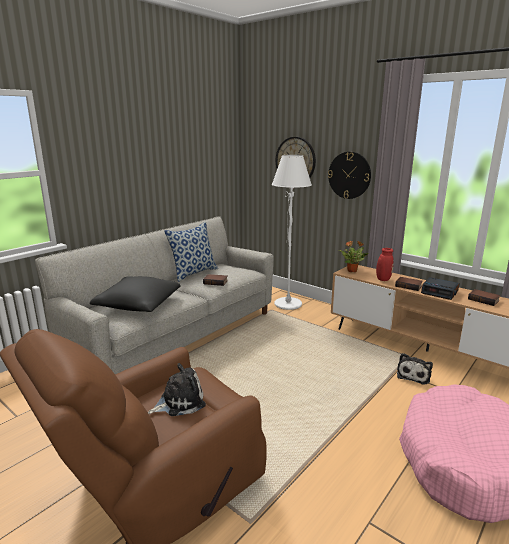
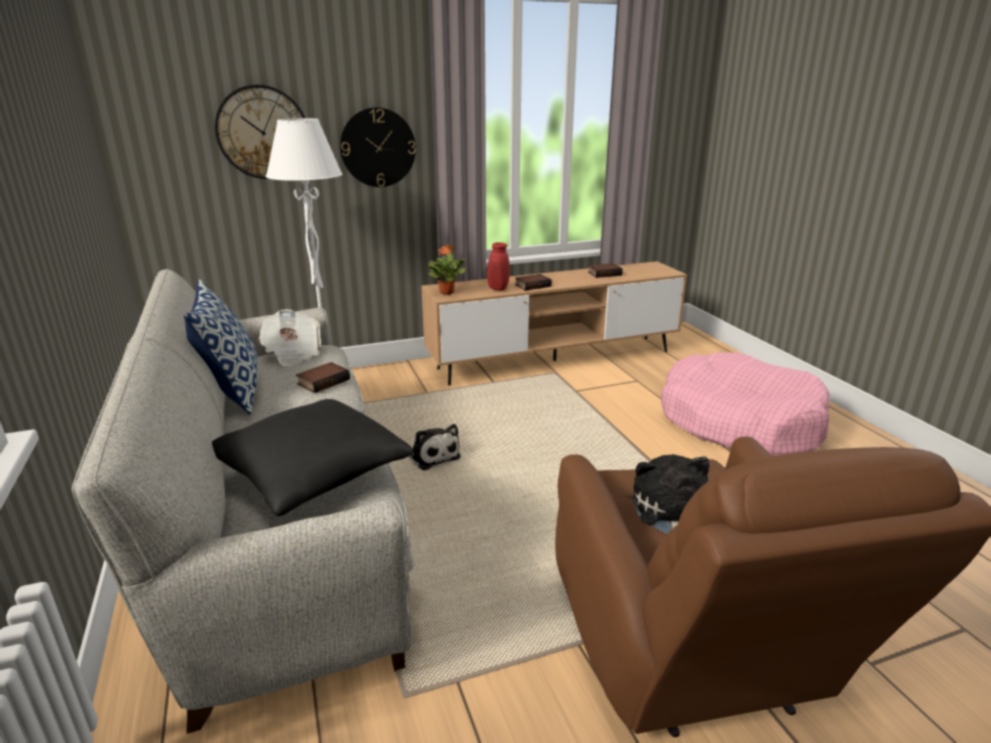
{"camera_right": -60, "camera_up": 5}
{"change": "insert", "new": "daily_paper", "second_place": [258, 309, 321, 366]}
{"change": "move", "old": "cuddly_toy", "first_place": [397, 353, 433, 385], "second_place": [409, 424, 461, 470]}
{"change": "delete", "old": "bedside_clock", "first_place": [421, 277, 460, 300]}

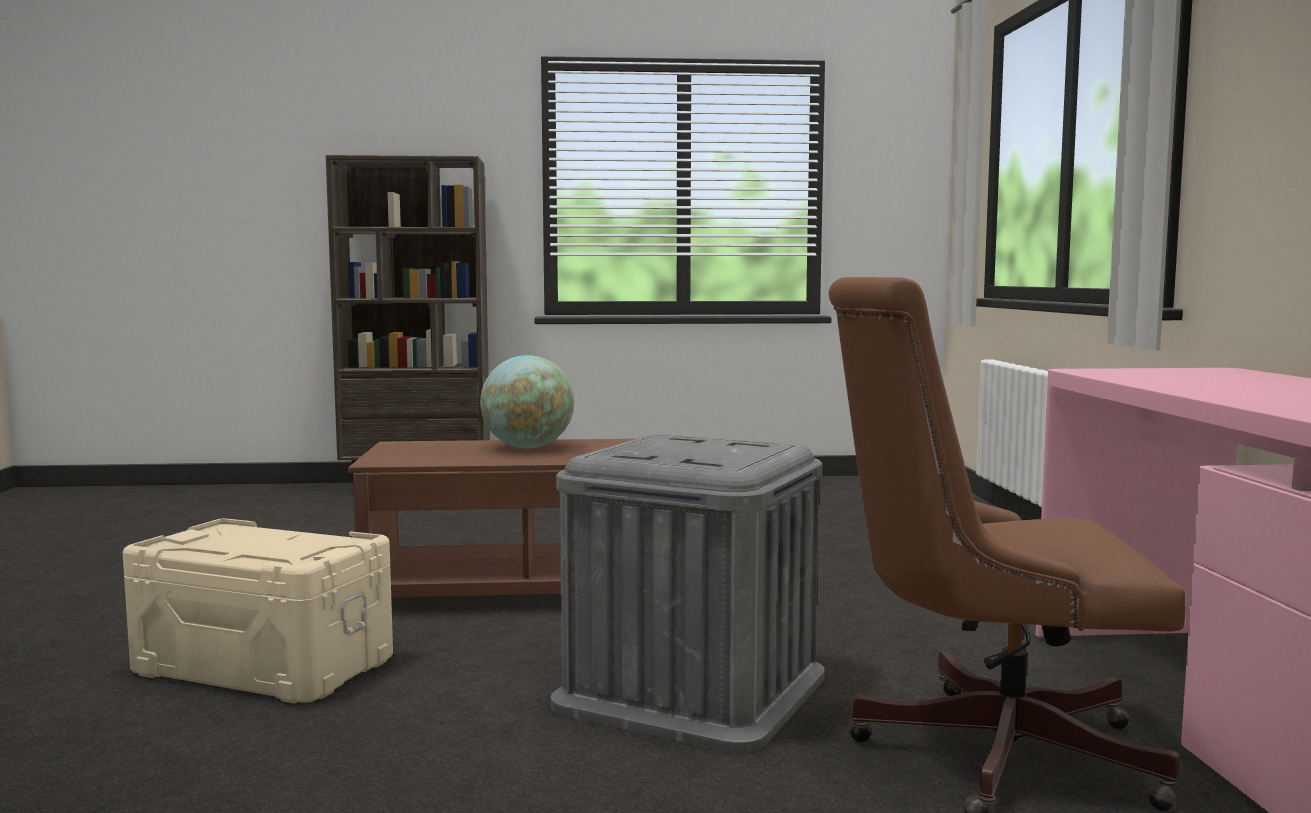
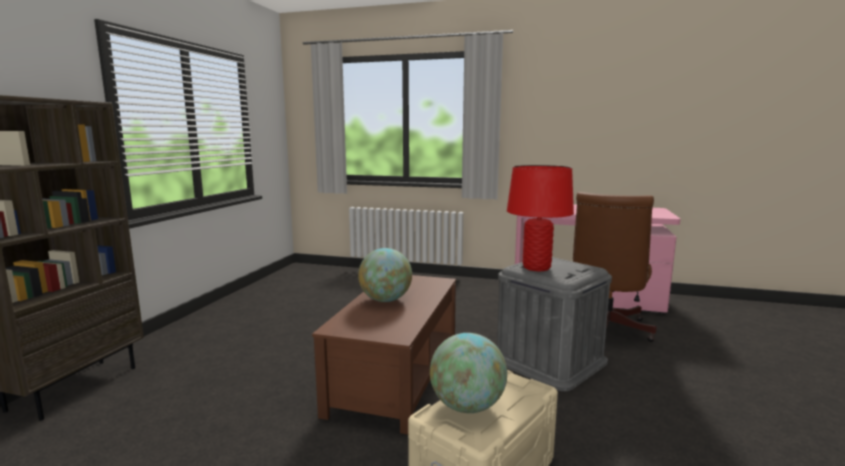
{"camera_right": -70, "camera_up": 5}
{"change": "insert", "new": "world_globe", "second_place": [430, 333, 507, 413]}
{"change": "insert", "new": "red-coloured_tabletop_lamp", "second_place": [507, 165, 574, 271]}

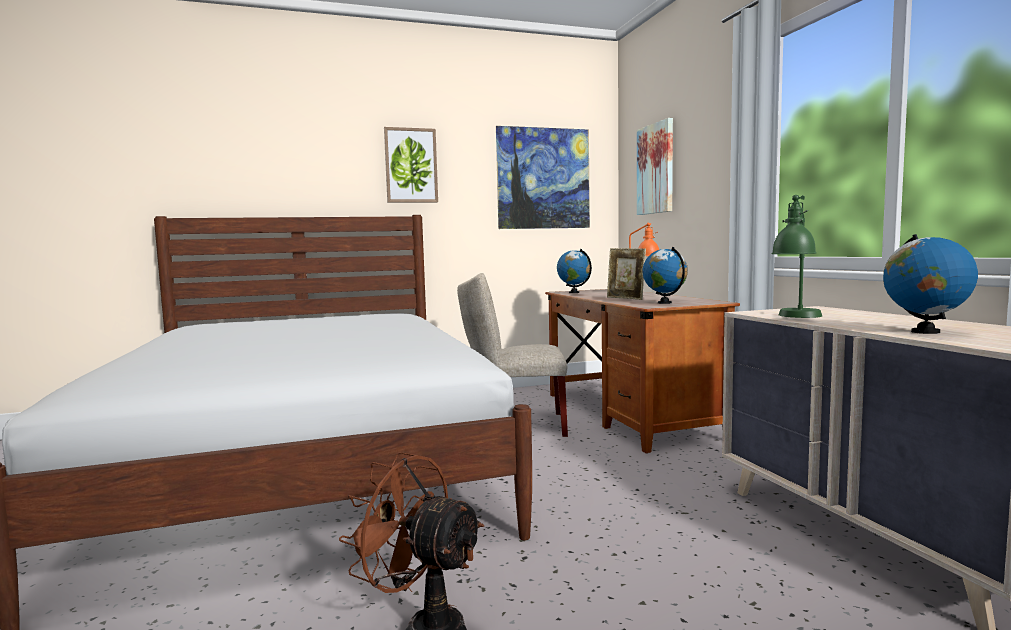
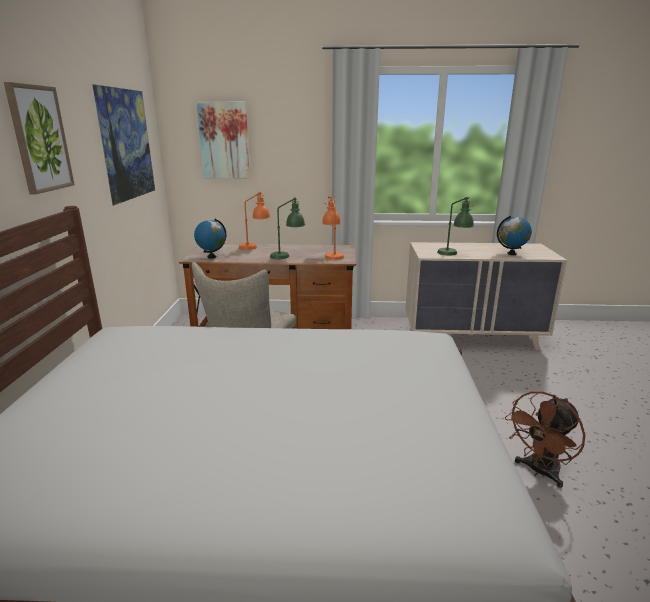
{"camera_right": -70, "camera_up": 15}
{"change": "replace", "old": "photo_frame", "new": "greenish_tabletop_lamp", "first_place": [607, 248, 646, 300], "second_place": [270, 197, 305, 259]}
{"change": "replace", "old": "world_globe", "new": "orange_tabletop_lamp", "first_place": [643, 247, 688, 304], "second_place": [322, 196, 344, 260]}

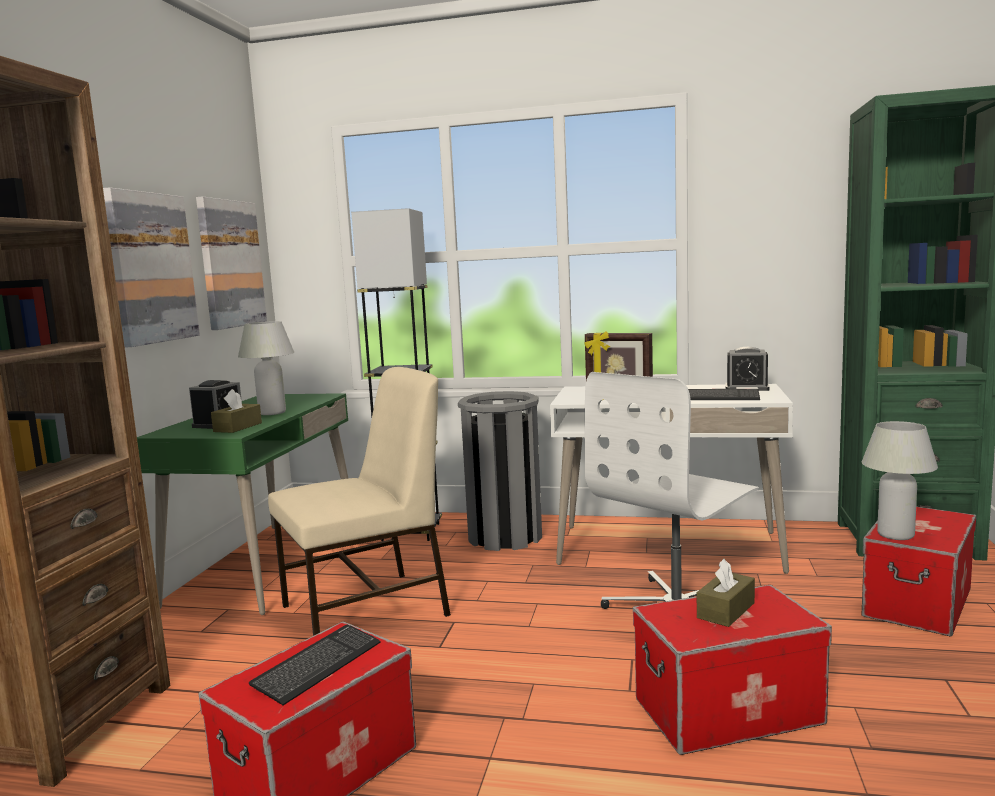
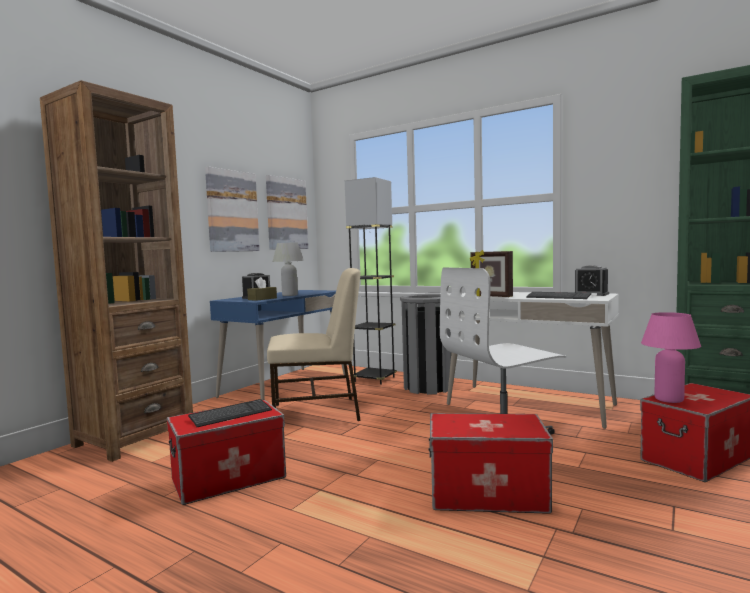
{"camera_right": 20, "camera_up": -5}
{"change": "recolor", "old": "greenish_desk_table", "new": "bluish_desk_table", "first_place": [137, 393, 348, 615], "second_place": [210, 290, 345, 400]}
{"change": "recolor", "old": "white_tabletop_lamp", "new": "pinkish_tabletop_lamp", "first_place": [862, 421, 938, 540], "second_place": [641, 312, 701, 403]}
{"change": "delete", "old": "brown-coloured_tissue_box", "first_place": [697, 559, 755, 627]}

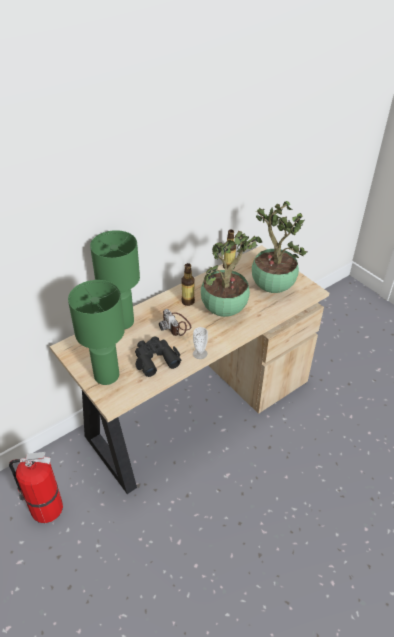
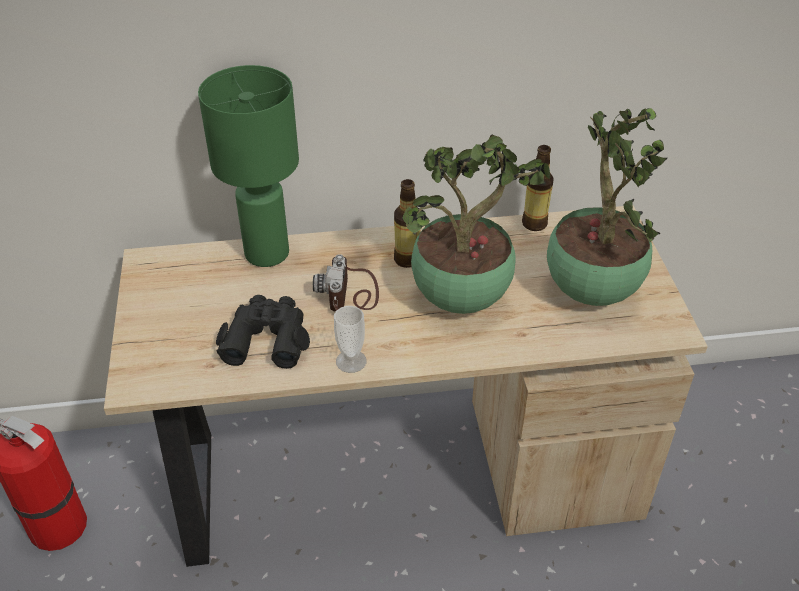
{"camera_right": 30, "camera_up": 0}
{"change": "delete", "old": "greenish_tabletop_lamp", "first_place": [68, 280, 125, 385]}

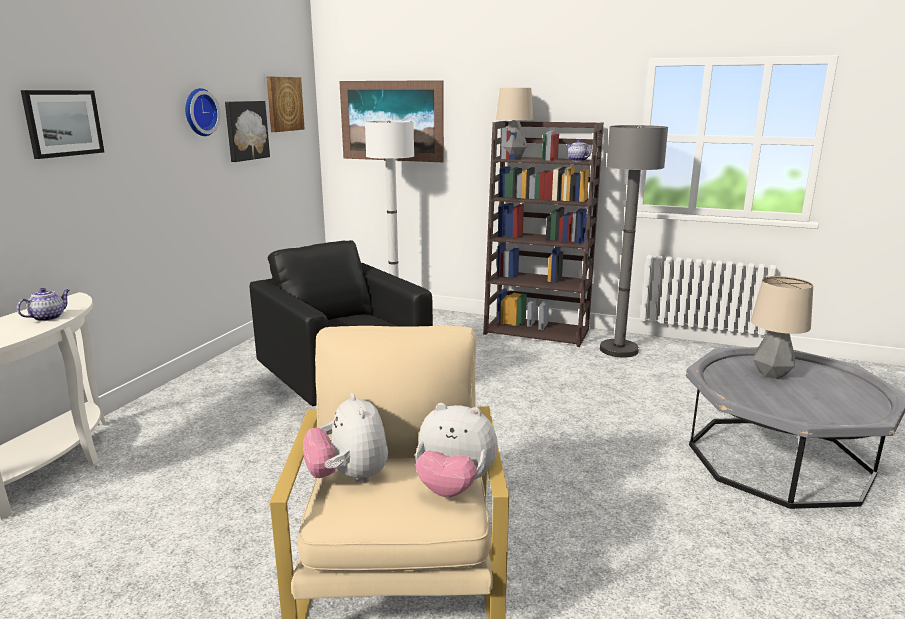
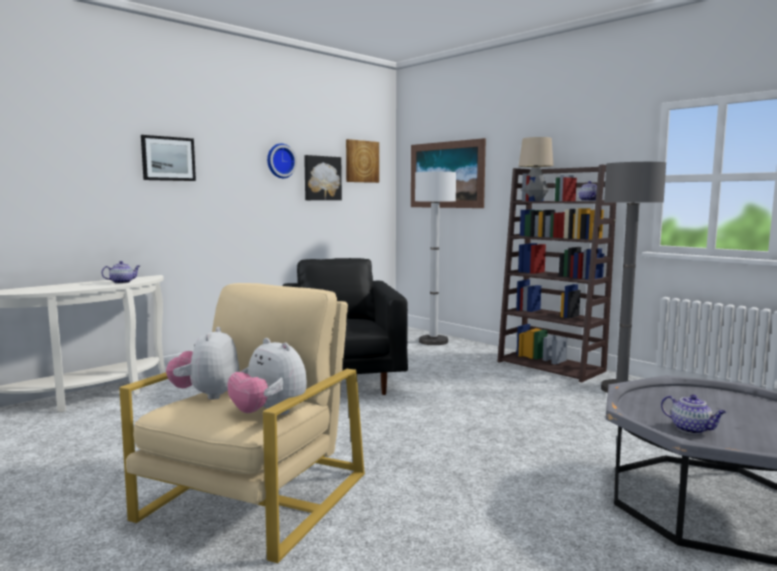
{"camera_right": 25, "camera_up": -10}
{"change": "insert", "new": "tea_pot", "second_place": [661, 394, 727, 434]}
{"change": "delete", "old": "tabletop_lamp", "first_place": [751, 276, 813, 379]}

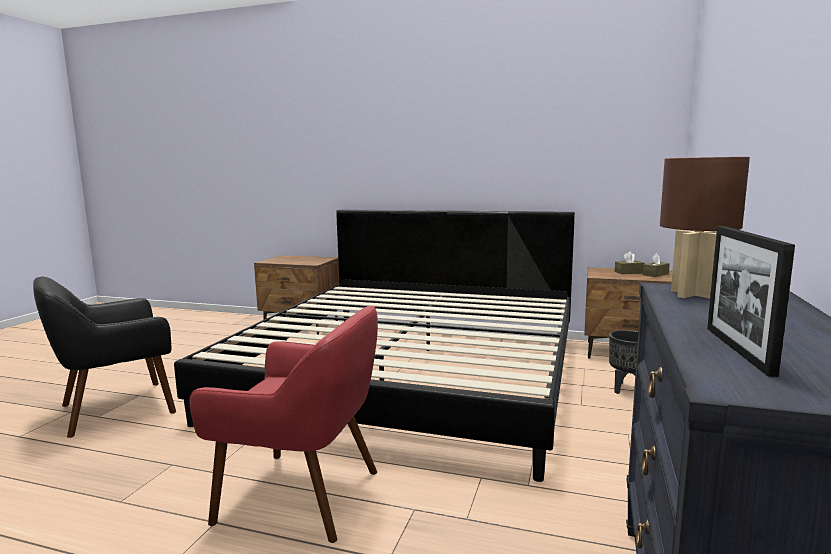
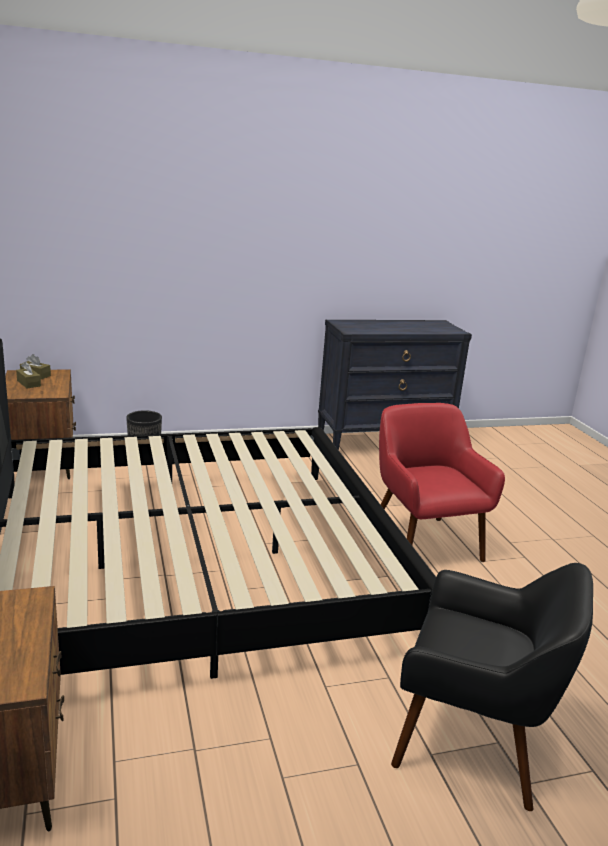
{"camera_right": -125, "camera_up": 10}
{"change": "delete", "old": "brown-coloured_tabletop_lamp", "first_place": [660, 157, 750, 299]}
{"change": "delete", "old": "photo_frame", "first_place": [707, 226, 795, 377]}

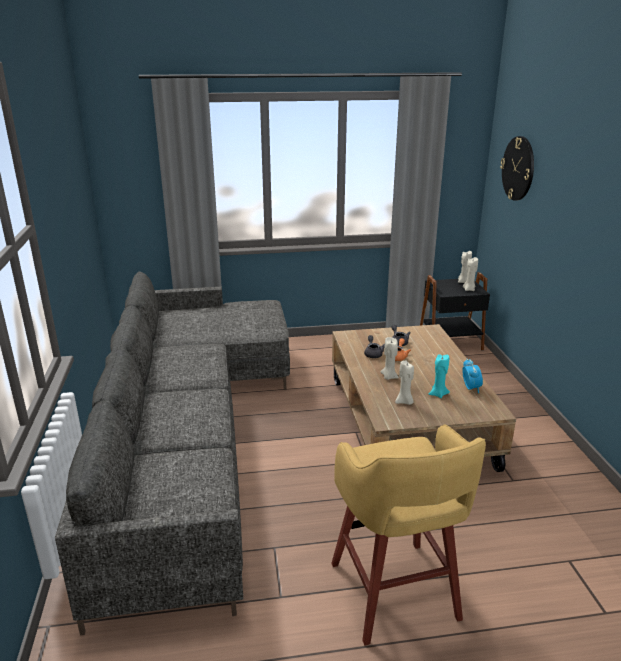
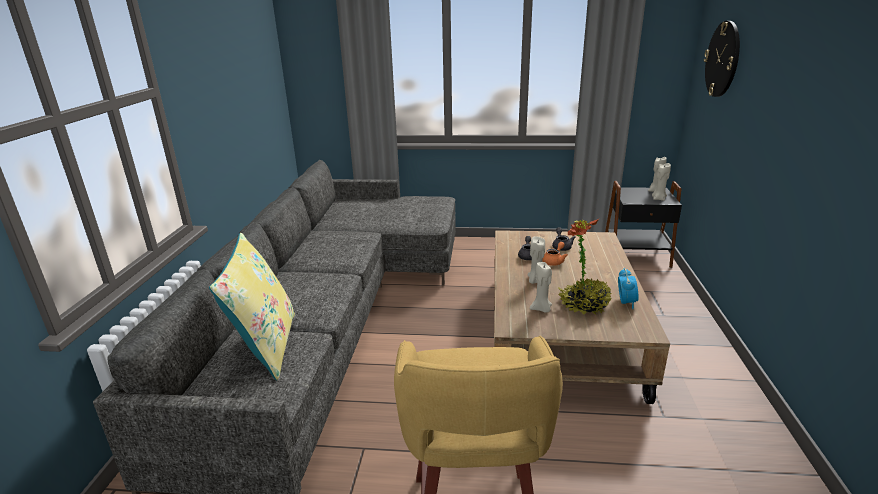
{"camera_right": 15, "camera_up": 0}
{"change": "insert", "new": "yellow_pillow", "second_place": [209, 233, 295, 380]}
{"change": "replace", "old": "turquoise-coloured_candle", "new": "plant_in_a_pot", "first_place": [429, 354, 450, 398], "second_place": [558, 219, 612, 315]}

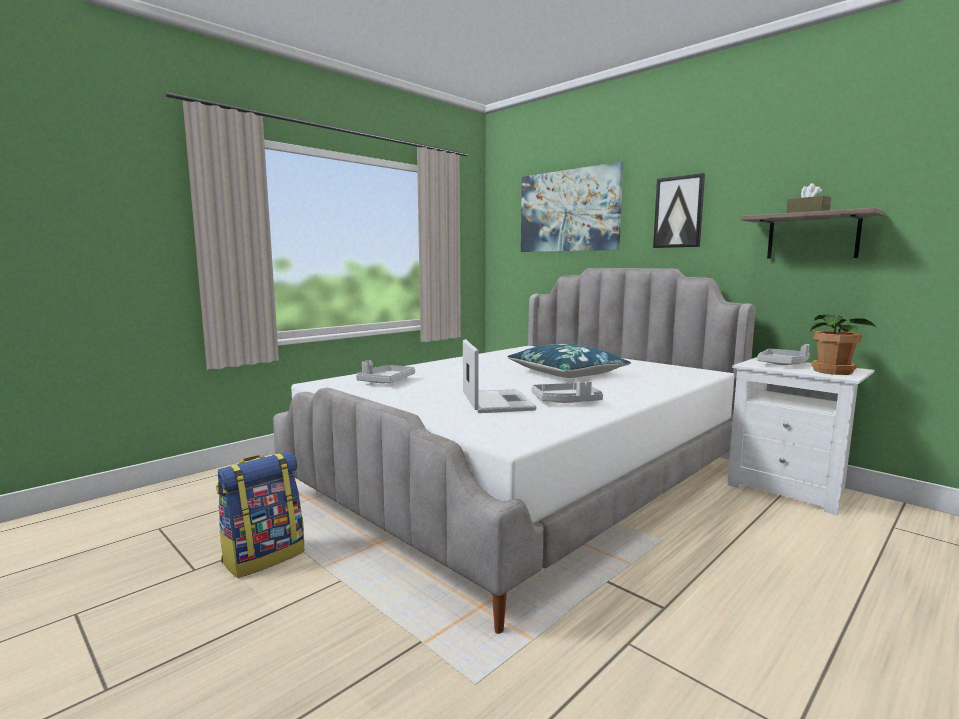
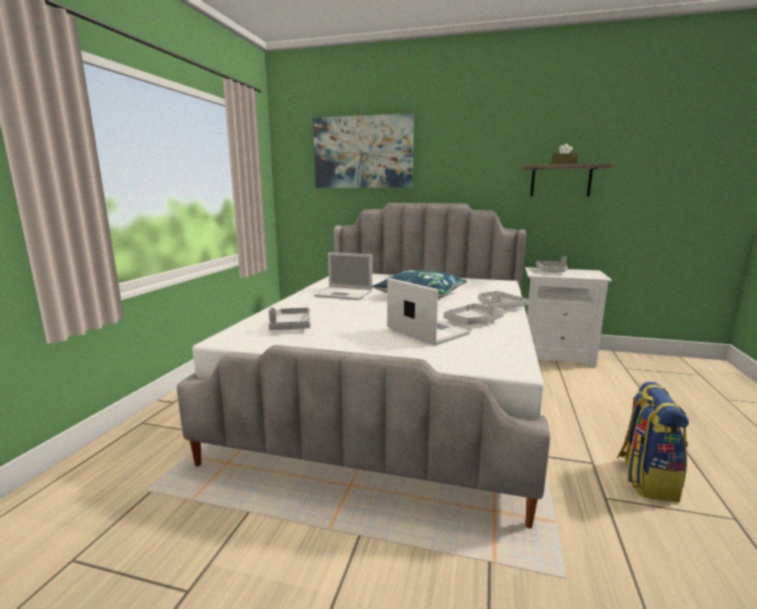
{"camera_right": -30, "camera_up": 5}
{"change": "insert", "new": "portable_computer", "second_place": [314, 252, 372, 300]}
{"change": "insert", "new": "gray_serving_tray", "second_place": [478, 291, 529, 310]}
{"change": "move", "old": "rucksack", "first_place": [216, 452, 304, 578], "second_place": [617, 382, 689, 502]}
{"change": "delete", "old": "picture", "first_place": [653, 173, 705, 248]}
{"change": "delete", "old": "plant_in_a_pot", "first_place": [810, 314, 876, 375]}

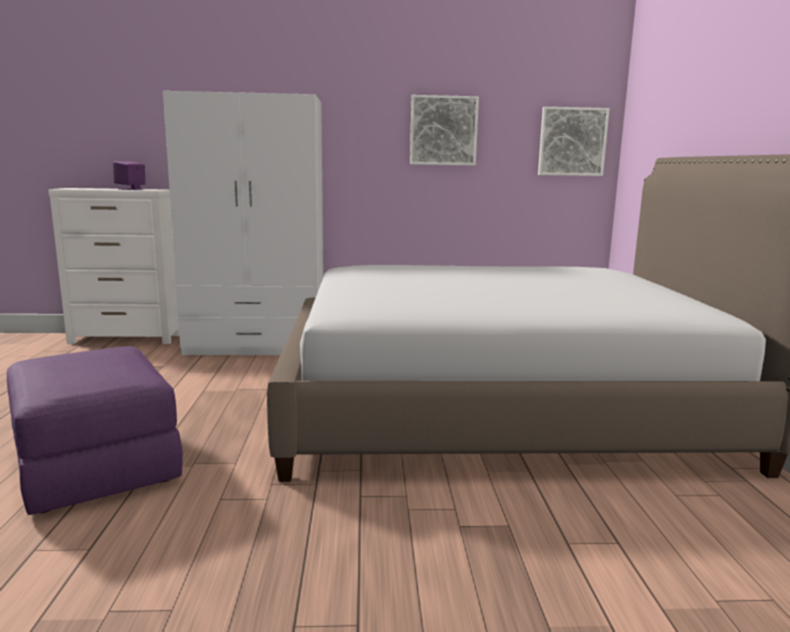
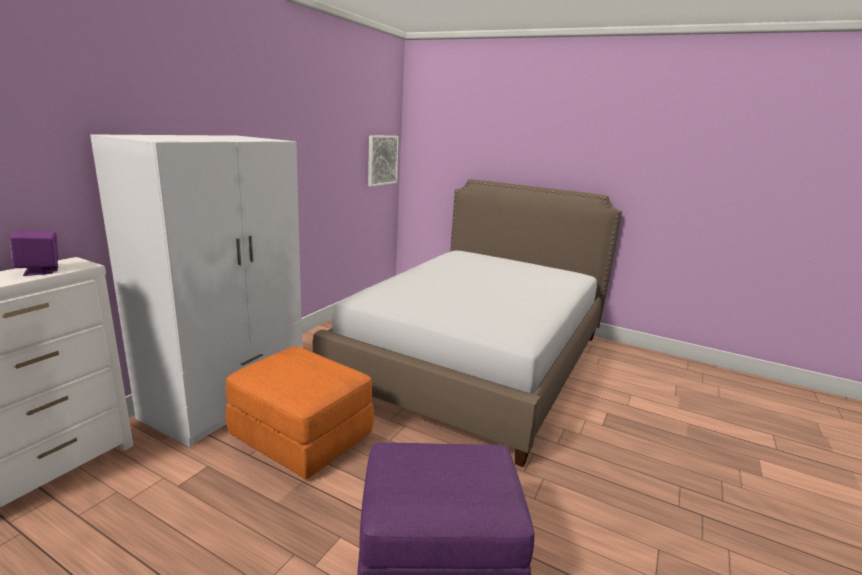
{"camera_right": -60, "camera_up": 5}
{"change": "insert", "new": "orange_ottoman", "second_place": [226, 346, 374, 479]}
{"change": "delete", "old": "picture", "first_place": [410, 95, 479, 166]}

